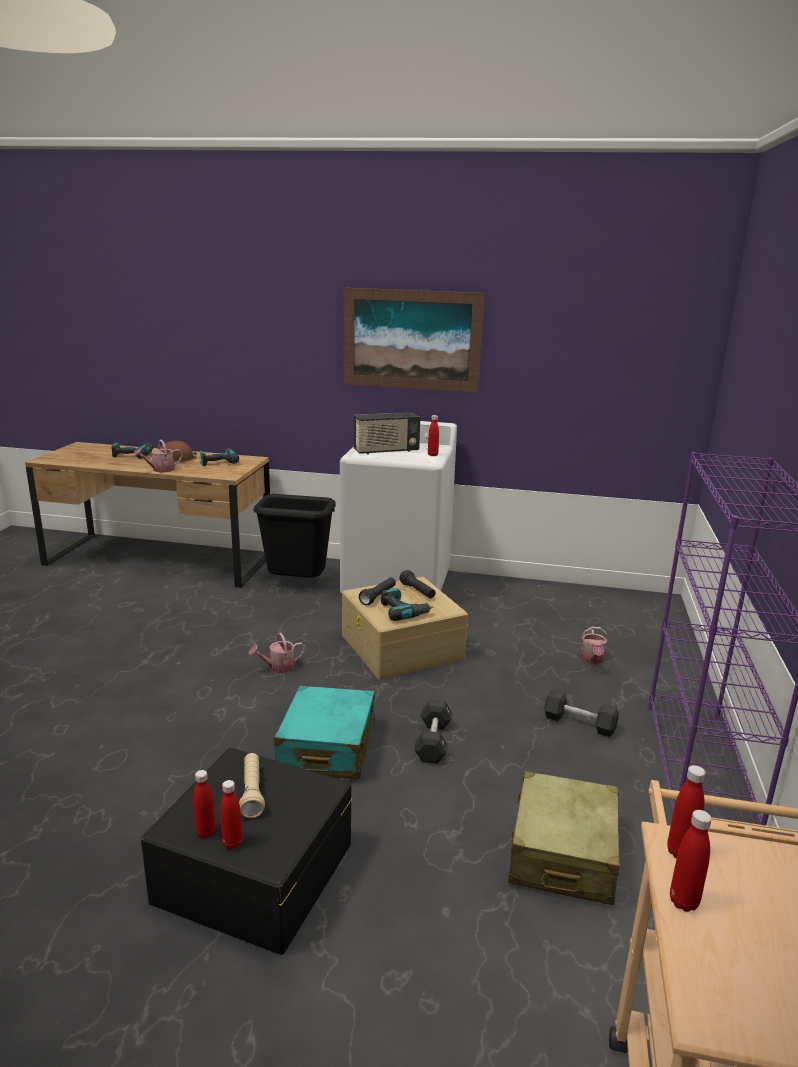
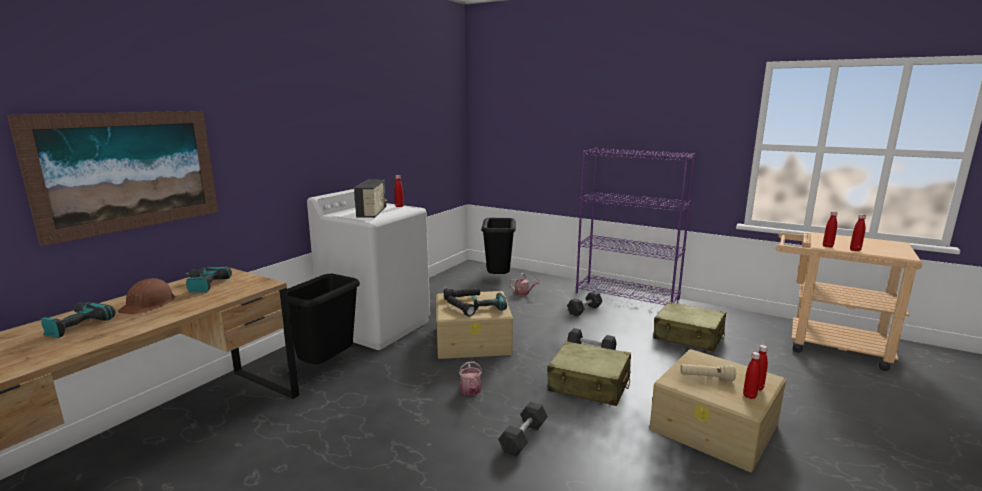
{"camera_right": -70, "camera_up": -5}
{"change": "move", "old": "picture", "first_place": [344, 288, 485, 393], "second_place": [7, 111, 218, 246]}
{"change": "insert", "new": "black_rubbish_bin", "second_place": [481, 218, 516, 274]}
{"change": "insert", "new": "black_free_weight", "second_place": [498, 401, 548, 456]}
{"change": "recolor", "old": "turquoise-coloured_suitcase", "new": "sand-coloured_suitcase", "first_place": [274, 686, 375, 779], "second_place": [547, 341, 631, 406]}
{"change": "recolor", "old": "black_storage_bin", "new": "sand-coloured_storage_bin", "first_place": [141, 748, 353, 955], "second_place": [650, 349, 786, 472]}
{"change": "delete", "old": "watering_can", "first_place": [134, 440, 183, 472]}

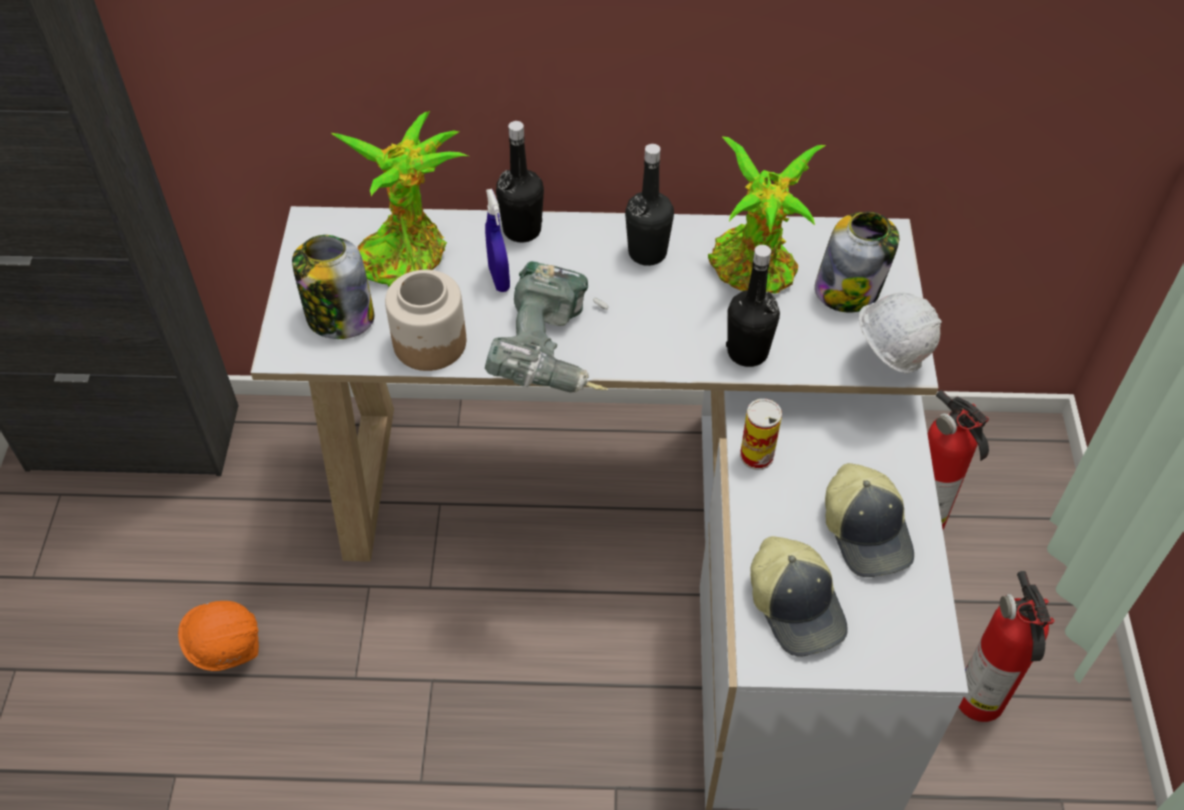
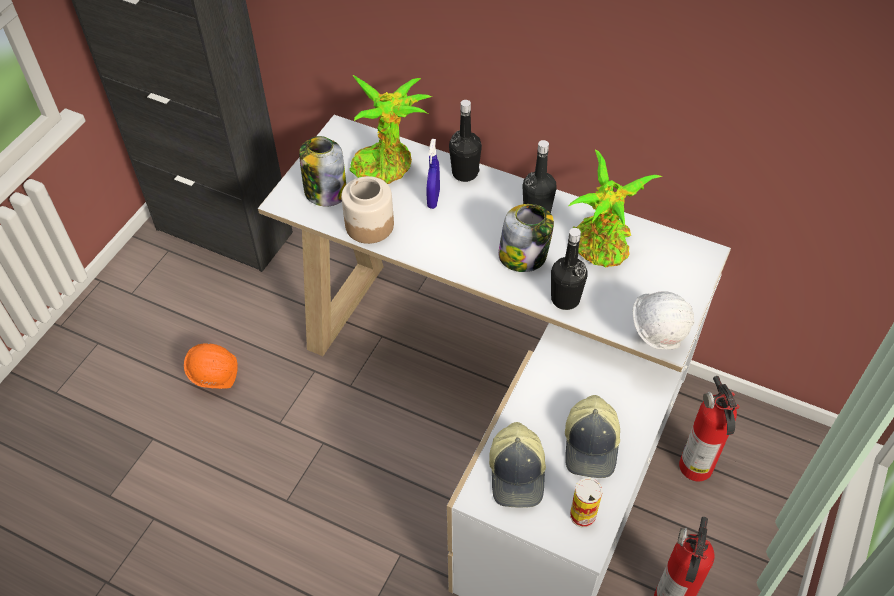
{"camera_right": 25, "camera_up": 0}
{"change": "move", "old": "storage_jar", "first_place": [815, 212, 899, 313], "second_place": [498, 204, 554, 272]}
{"change": "move", "old": "sealed_can", "first_place": [740, 399, 782, 470], "second_place": [570, 478, 603, 528]}
{"change": "delete", "old": "electric_drill", "first_place": [485, 261, 609, 393]}

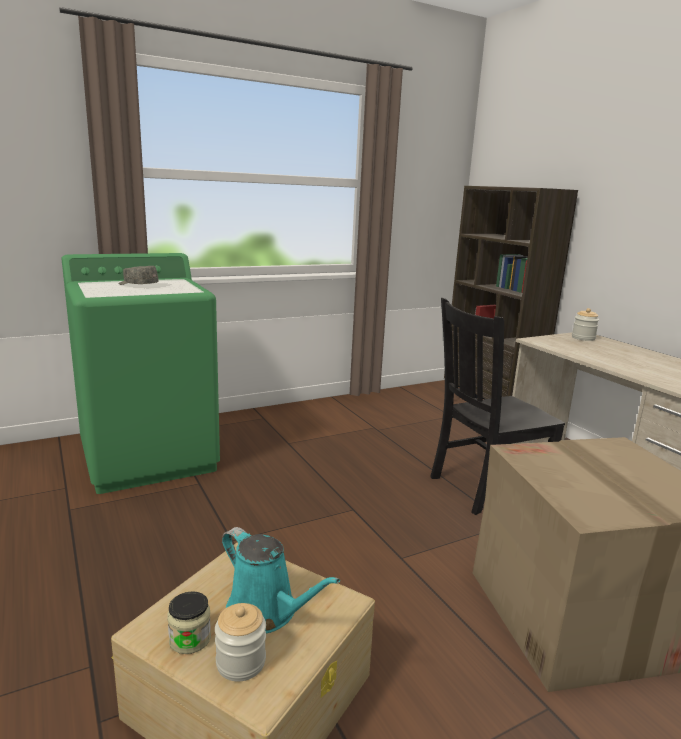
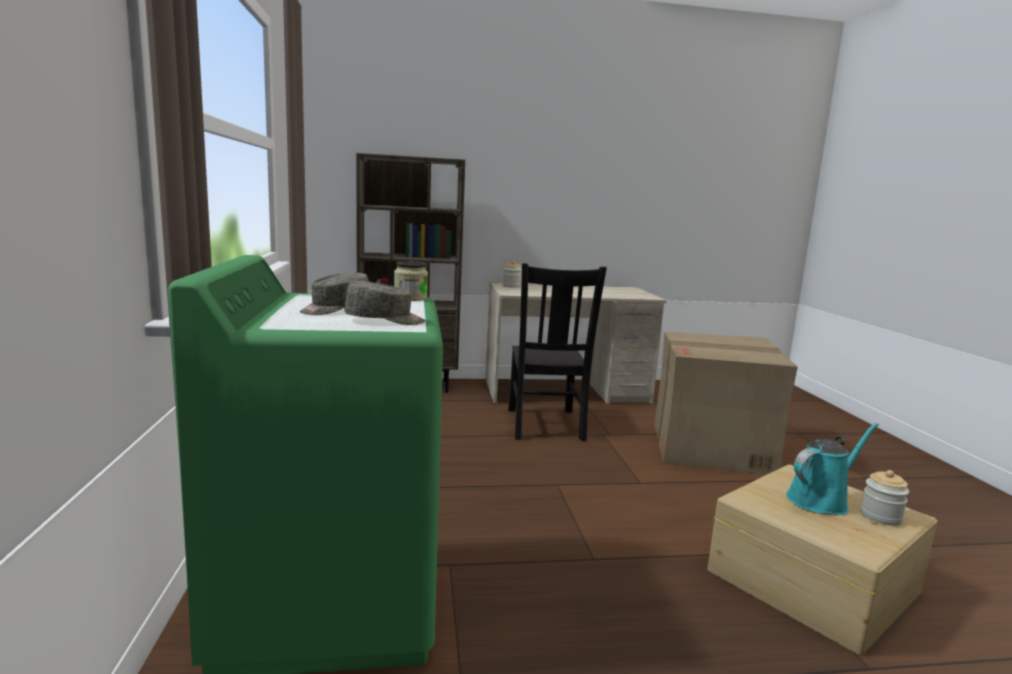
{"camera_right": -70, "camera_up": -5}
{"change": "insert", "new": "gray_baseball_cap", "second_place": [344, 281, 425, 325]}
{"change": "move", "old": "storage_jar", "first_place": [167, 591, 211, 654], "second_place": [394, 261, 428, 301]}

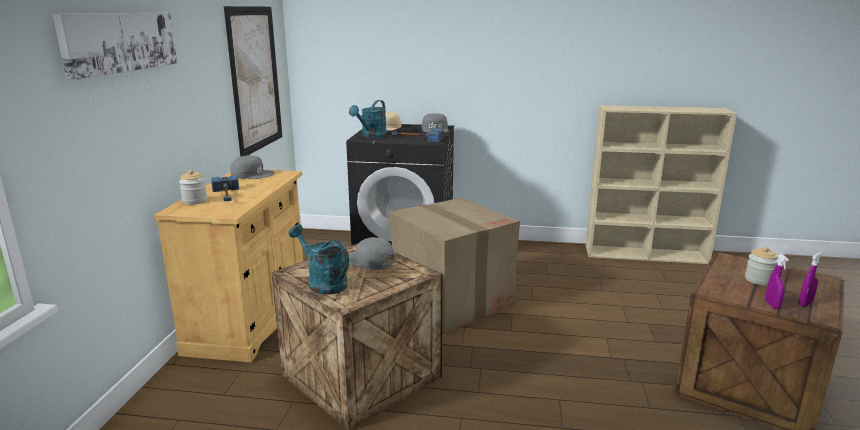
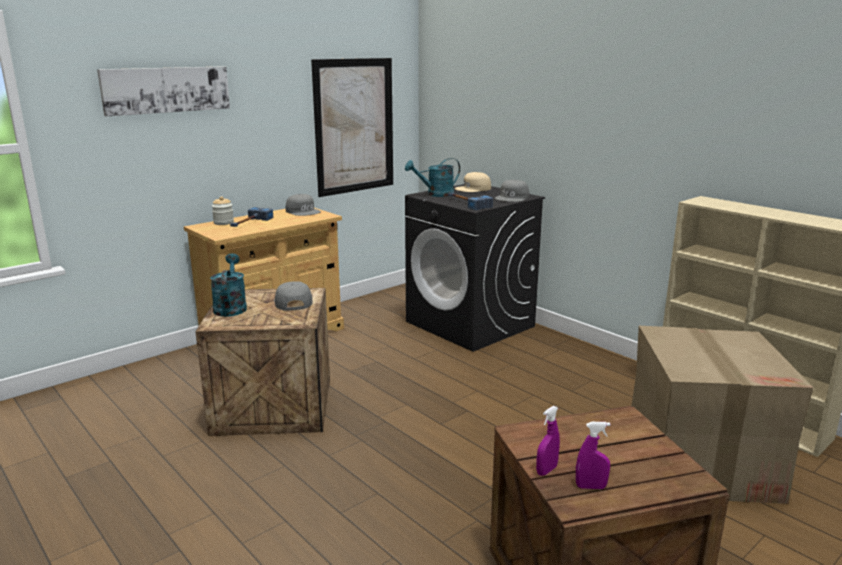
{"camera_right": 40, "camera_up": 0}
{"change": "move", "old": "packing_box", "first_place": [389, 198, 520, 332], "second_place": [631, 326, 814, 504]}
{"change": "delete", "old": "storage_jar", "first_place": [745, 247, 778, 285]}

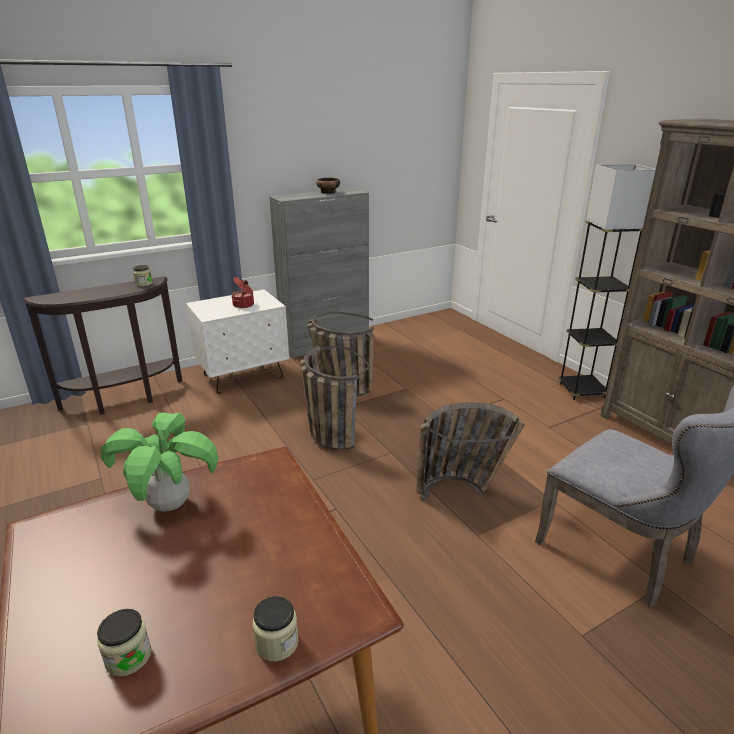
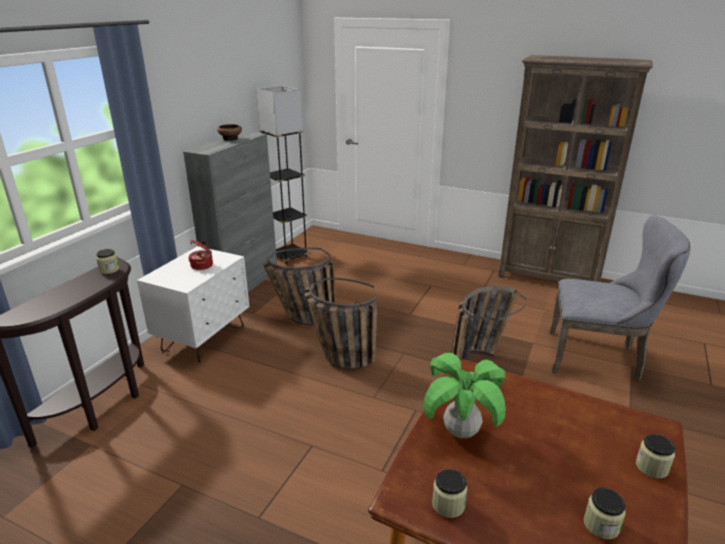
{"camera_right": -35, "camera_up": 0}
{"change": "move", "old": "gray_standard_lamp", "first_place": [558, 164, 656, 400], "second_place": [257, 86, 309, 265]}
{"change": "insert", "new": "storage_jar", "second_place": [432, 469, 467, 518]}

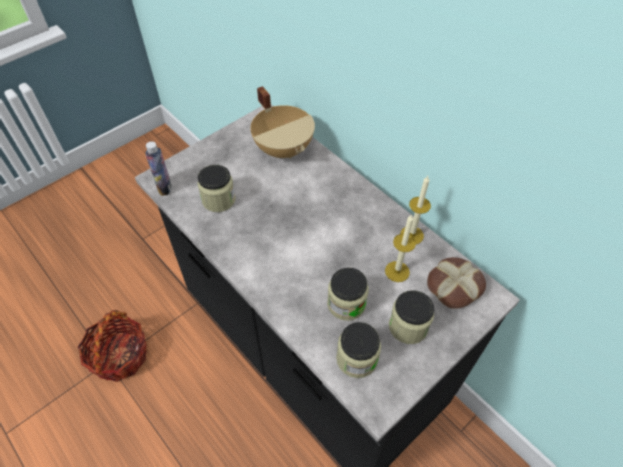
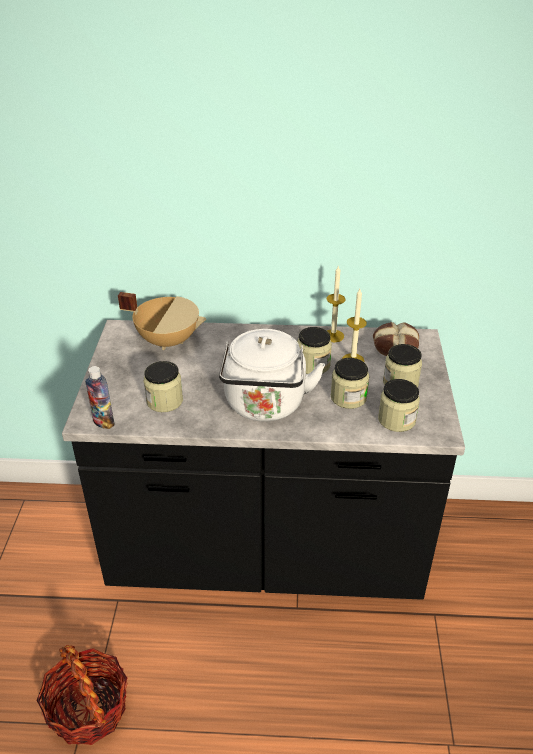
{"camera_right": -45, "camera_up": -15}
{"change": "insert", "new": "white_tea_kettle", "second_place": [219, 329, 325, 422]}
{"change": "insert", "new": "storage_jar", "second_place": [297, 327, 332, 374]}

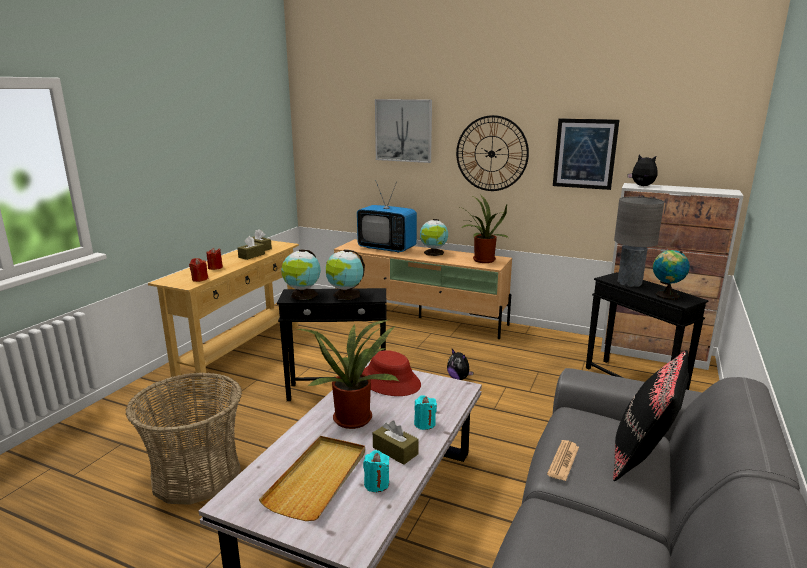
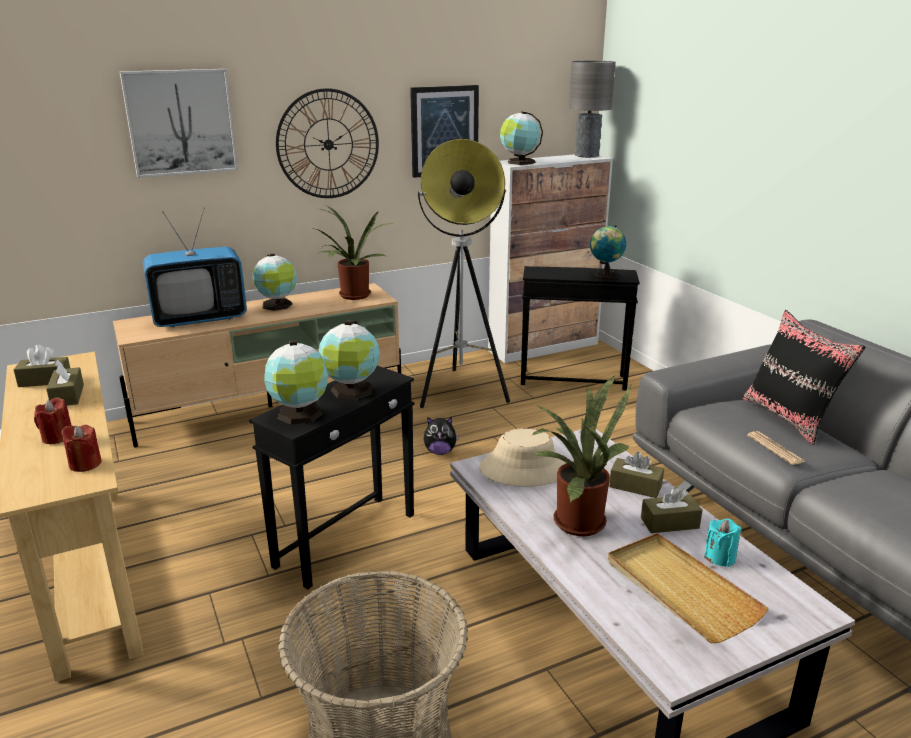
{"camera_right": -50, "camera_up": 5}
{"change": "insert", "new": "standard_lamp", "second_place": [417, 139, 510, 408]}
{"change": "recolor", "old": "red-coloured_wearable_hat", "new": "sand-coloured_wearable_hat", "first_place": [362, 350, 421, 396], "second_place": [479, 428, 566, 487]}
{"change": "replace", "old": "cuddly_toy", "new": "world_globe", "first_place": [628, 155, 657, 186], "second_place": [500, 111, 543, 165]}
{"change": "move", "old": "gray_tabletop_lamp", "first_place": [614, 197, 664, 287], "second_place": [569, 61, 616, 158]}
{"change": "replace", "old": "turquoise-coloured_candle", "new": "brown-coloured_tissue_box", "first_place": [414, 395, 437, 430], "second_place": [609, 452, 664, 498]}

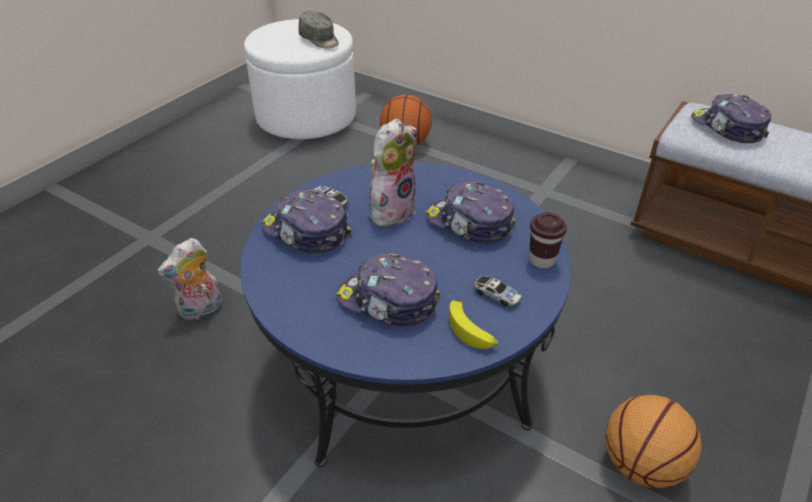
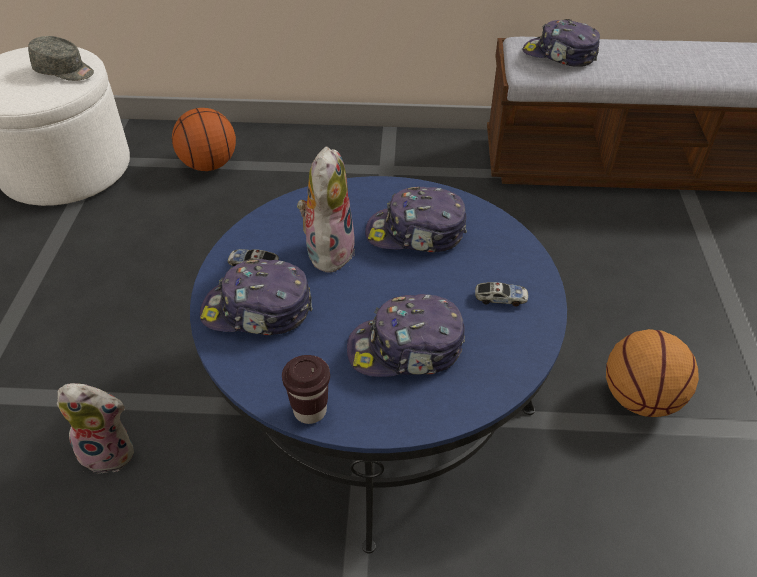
{"camera_right": -30, "camera_up": 5}
{"change": "rotate", "old": "cuddly_toy", "first_place": [157, 238, 222, 320], "second_place": [57, 383, 134, 473], "degrees": -105}
{"change": "move", "old": "brown-coloured_cup", "first_place": [530, 212, 567, 268], "second_place": [282, 355, 330, 424]}
{"change": "delete", "old": "whole_banana", "first_place": [449, 299, 499, 349]}

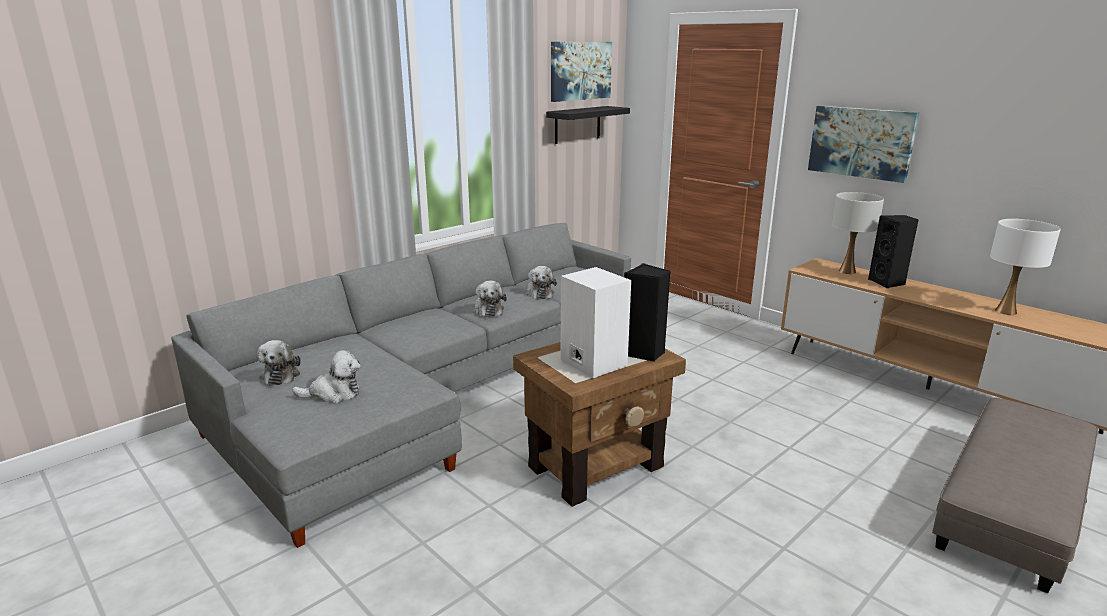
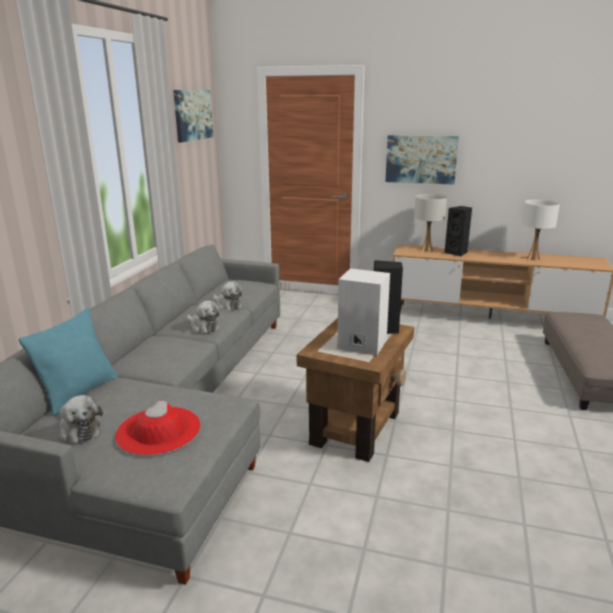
{"camera_right": -30, "camera_up": 0}
{"change": "insert", "new": "turquoise-coloured_pillow", "second_place": [19, 308, 118, 416]}
{"change": "replace", "old": "cuddly_toy", "new": "red-coloured_wearable_hat", "first_place": [292, 350, 361, 404], "second_place": [115, 401, 201, 455]}
{"change": "delete", "old": "black_wall_shelf", "first_place": [546, 106, 630, 144]}

